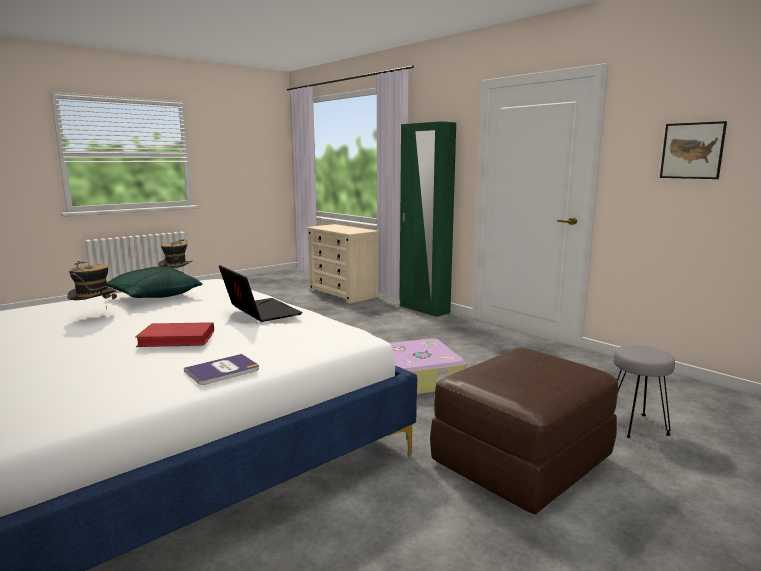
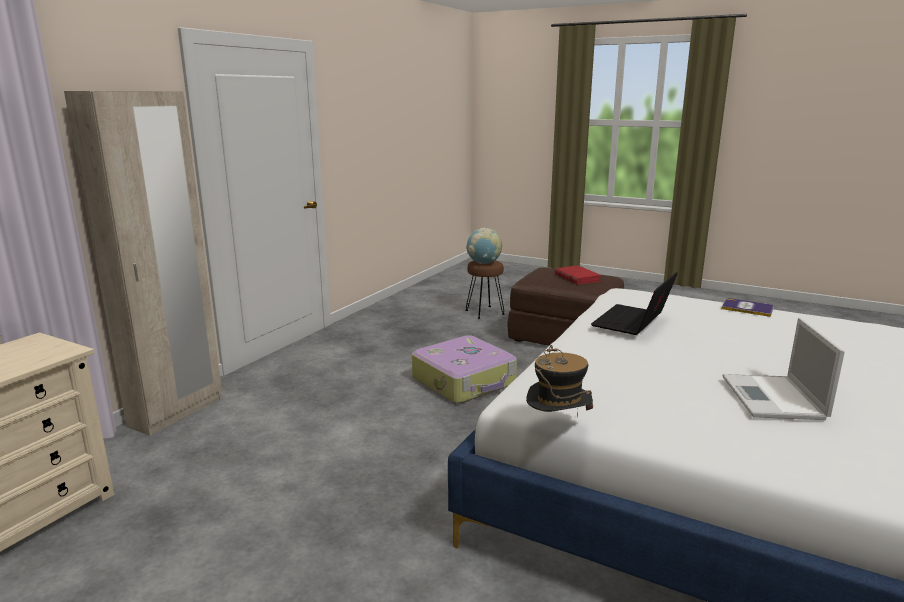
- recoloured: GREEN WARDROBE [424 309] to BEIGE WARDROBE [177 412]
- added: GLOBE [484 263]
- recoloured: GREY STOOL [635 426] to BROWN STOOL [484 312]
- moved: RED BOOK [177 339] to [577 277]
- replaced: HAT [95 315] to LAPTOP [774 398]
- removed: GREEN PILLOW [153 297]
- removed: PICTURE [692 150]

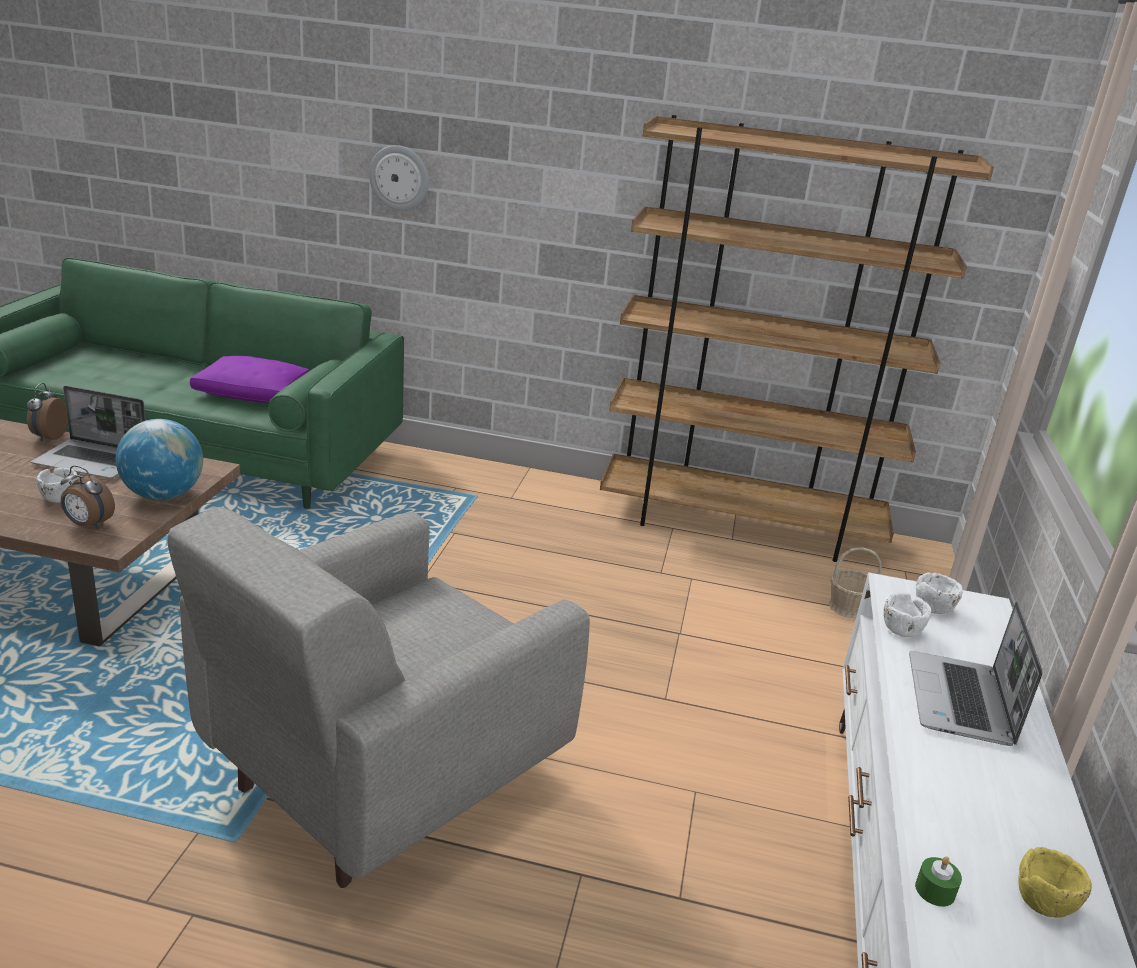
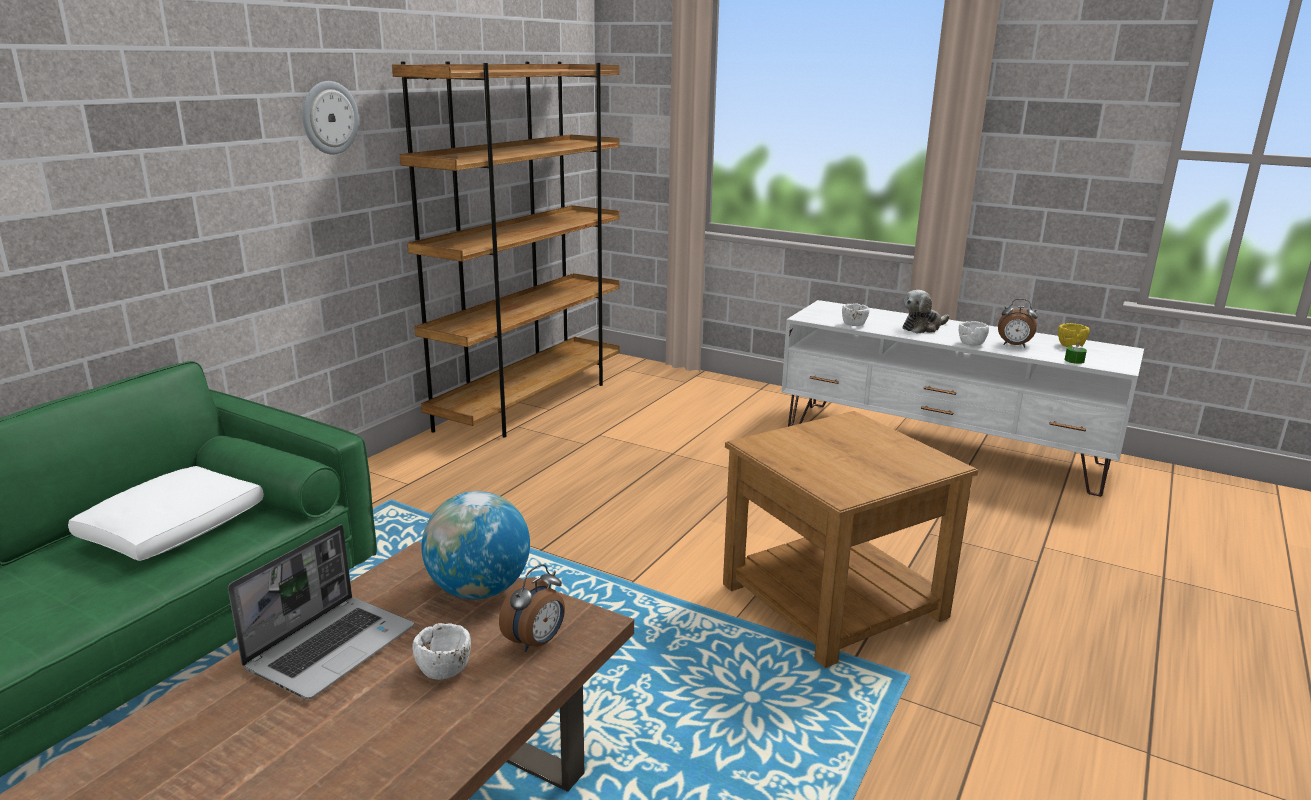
- recoloured: PURPLE PILLOW [253 394] to WHITE PILLOW [175 530]
- moved: WALL CLOCK [399 177] to [329 118]
- replaced: GREY ARMCHAIR [378 778] to BROWN SIDE TABLE [832 600]
- replaced: LAPTOP [961 701] to PLUSH TOY [923 328]
- moved: WHITE BOWL [933 608] to [971 343]
- moved: ALARM CLOCK [48 437] to [1014 345]
- removed: BASKET [847 607]

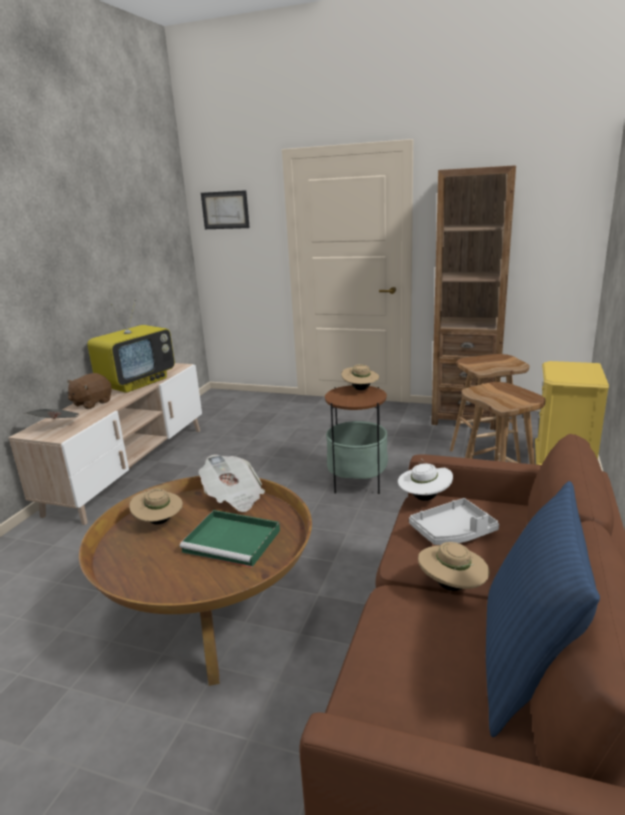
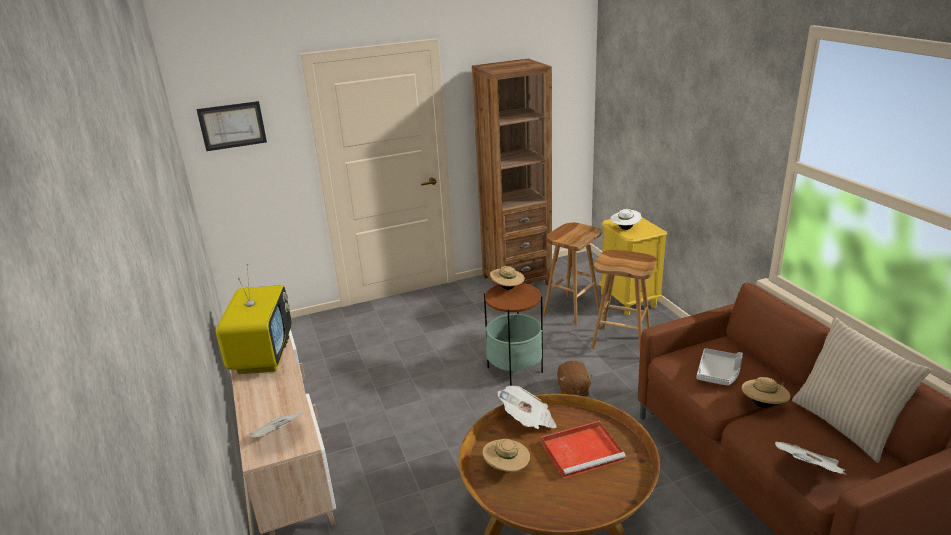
- recoloured: GREEN TRAY [233 541] to RED TRAY [583 451]
- moved: BROWN PLUSH TOY [91 403] to [573 390]
- moved: WHITE HAT [424 498] to [625 228]
- added: NEWSPAPER [809 471]
- recoloured: BLUE PILLOW [526 666] to BEIGE PILLOW [845 425]

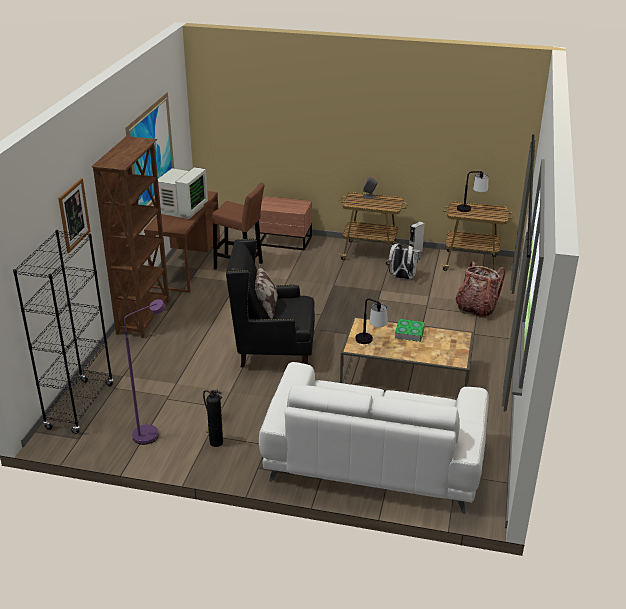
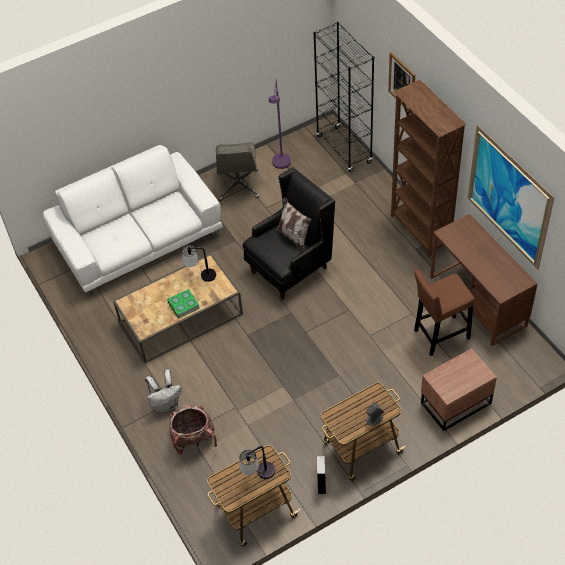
- moved: WHITE BACKPACK [402 277] to [166 404]
- replaced: FIRE EXTINGUISHER [215 442] to GREY OFFICE CHAIR [239 186]
- removed: MONITOR [182 209]

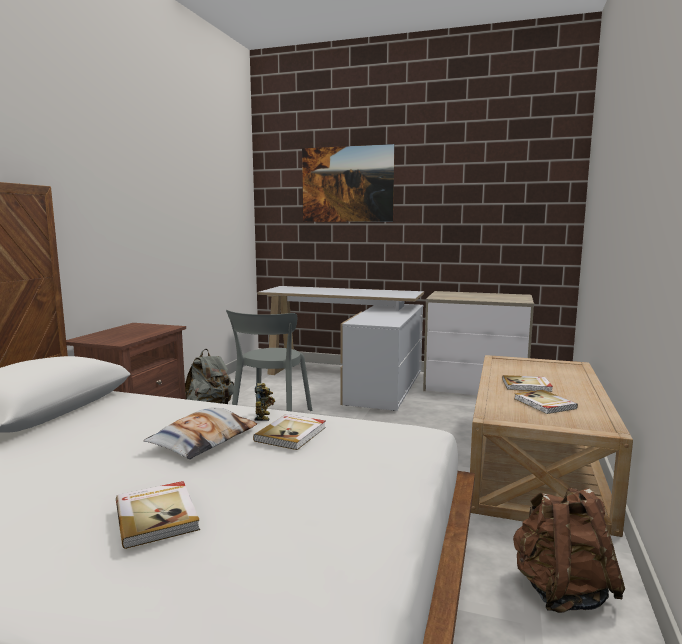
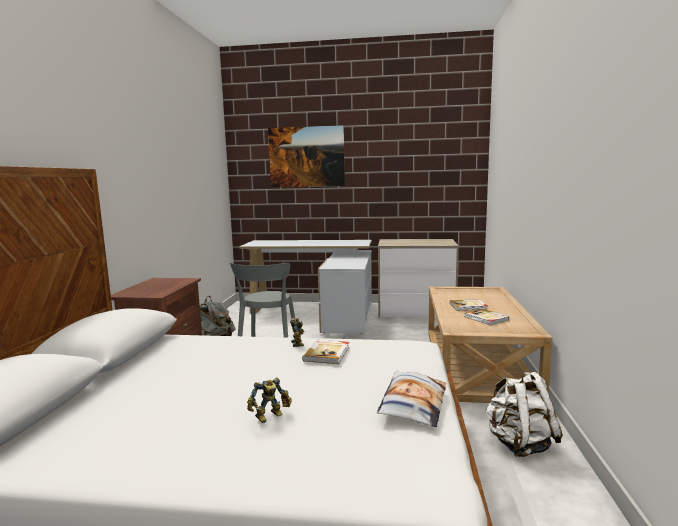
- replaced: BOOK [158 516] to TOY ROBOT [270 416]
- moved: PILLOW [204 440] to [412 404]
- recoloured: BROWN BACKPACK [561 592] to WHITE BACKPACK [519 444]

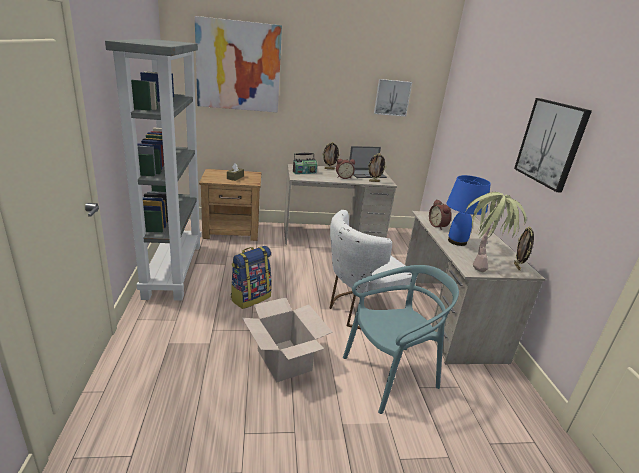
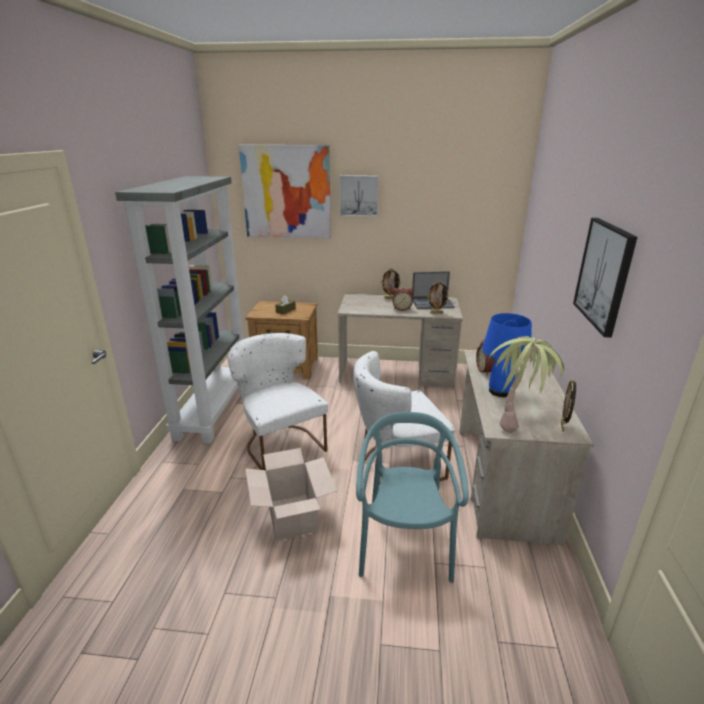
- replaced: BACKPACK [250 298] to WHITE CHAIR [280 444]
- moved: PICTURE [392 97] to [359 195]
- turned: TURQUOISE CHAIR [390 375] = [405 545] 75 degrees counterclockwise
- removed: RADIO [304 172]

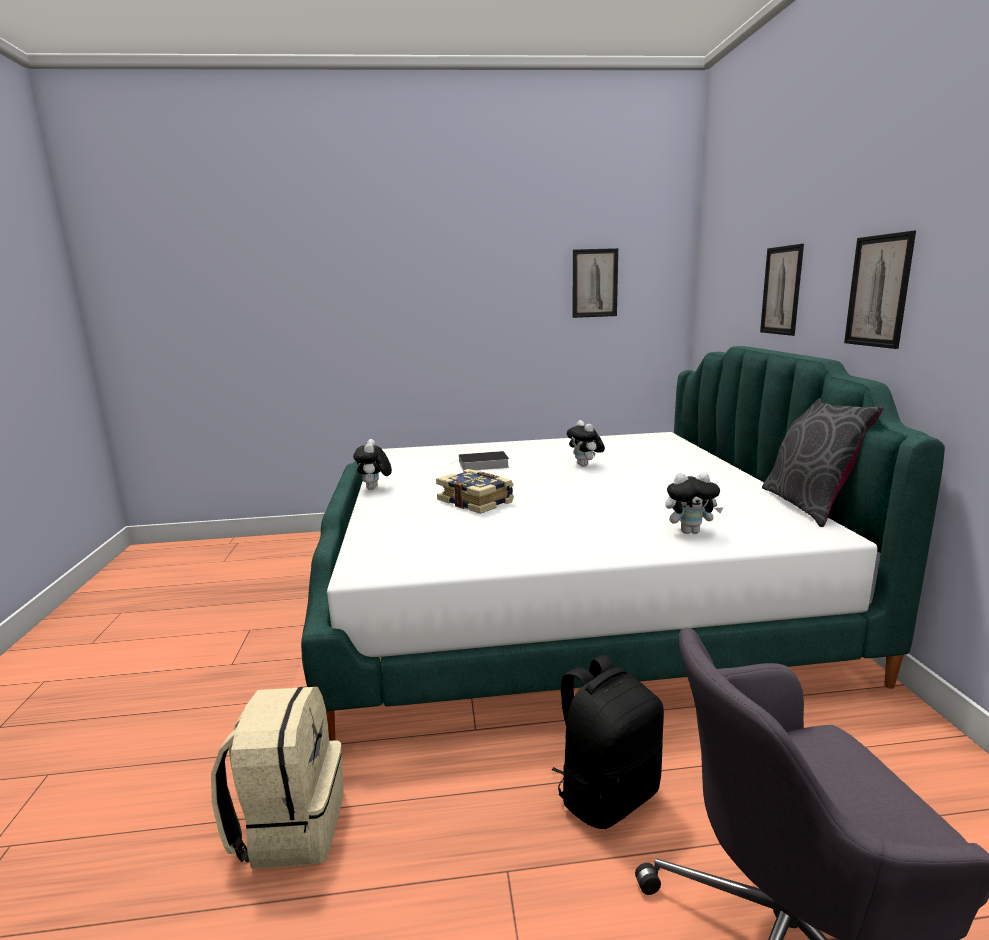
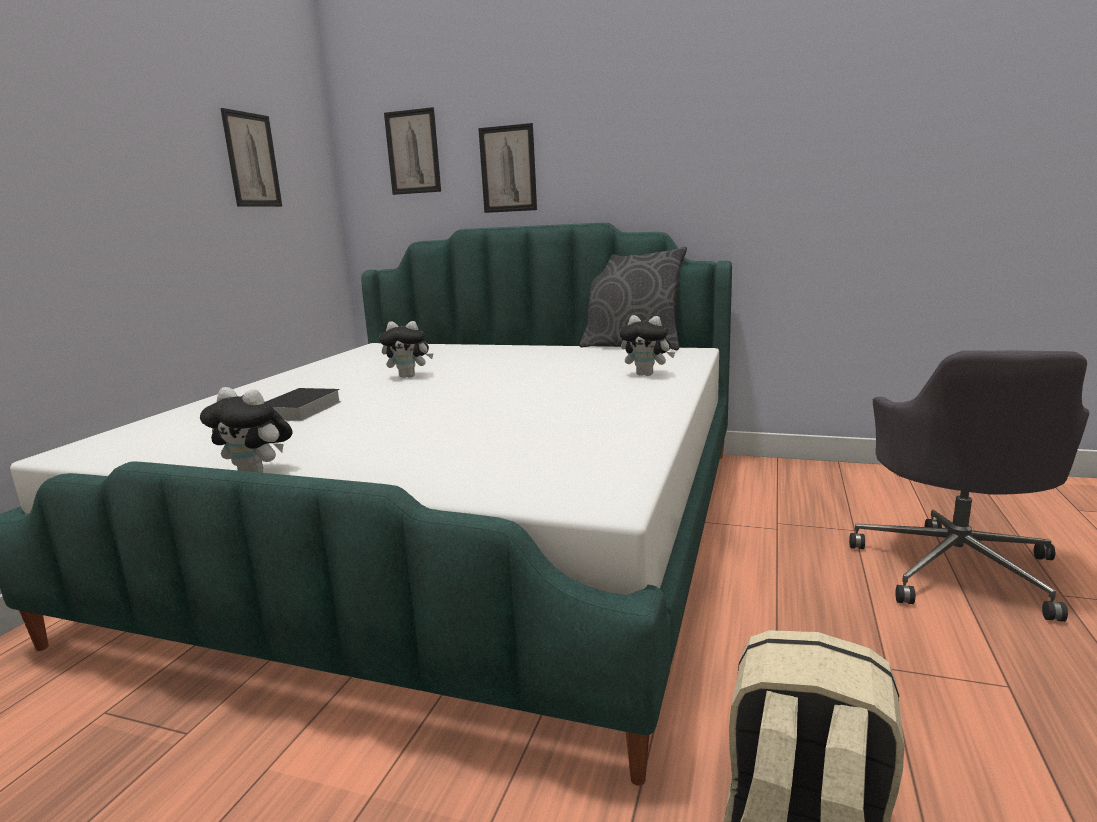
- moved: PICTURE [878 291] to [413 152]
- turned: PLUSH TOY [690 531] = [647 374] 90 degrees clockwise
- removed: BOOK [476 501]
- removed: BLACK BACKPACK [607 794]

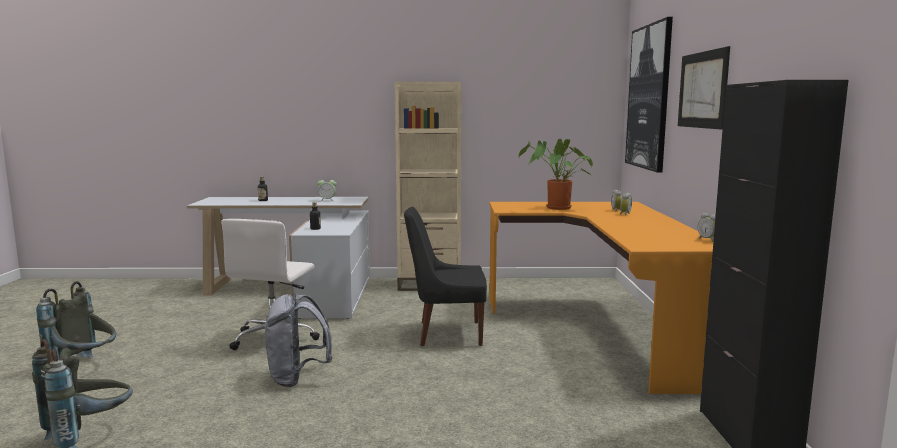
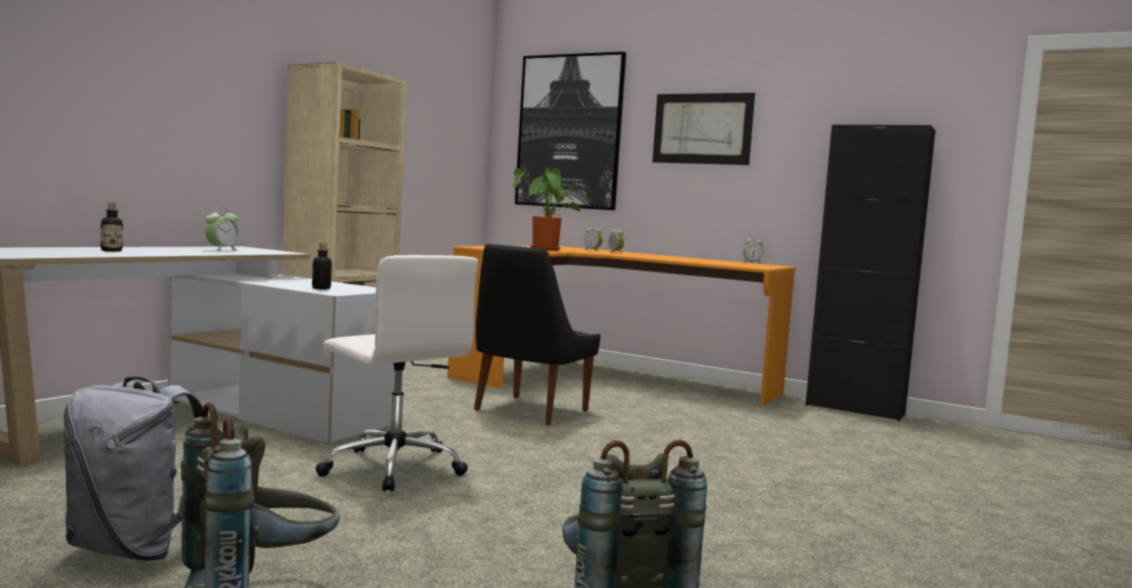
- moved: GREY BACKPACK [297 378] to [135 549]

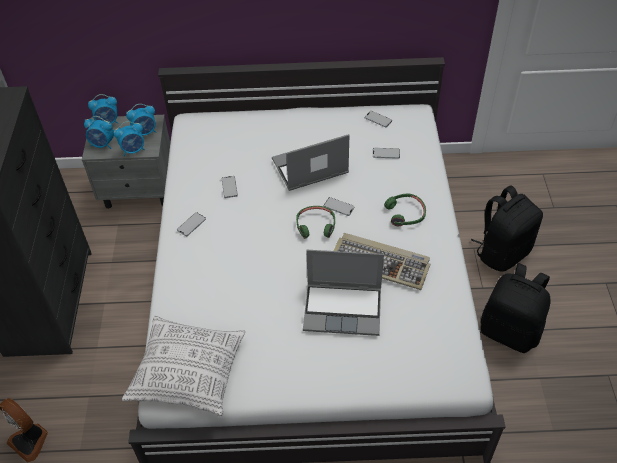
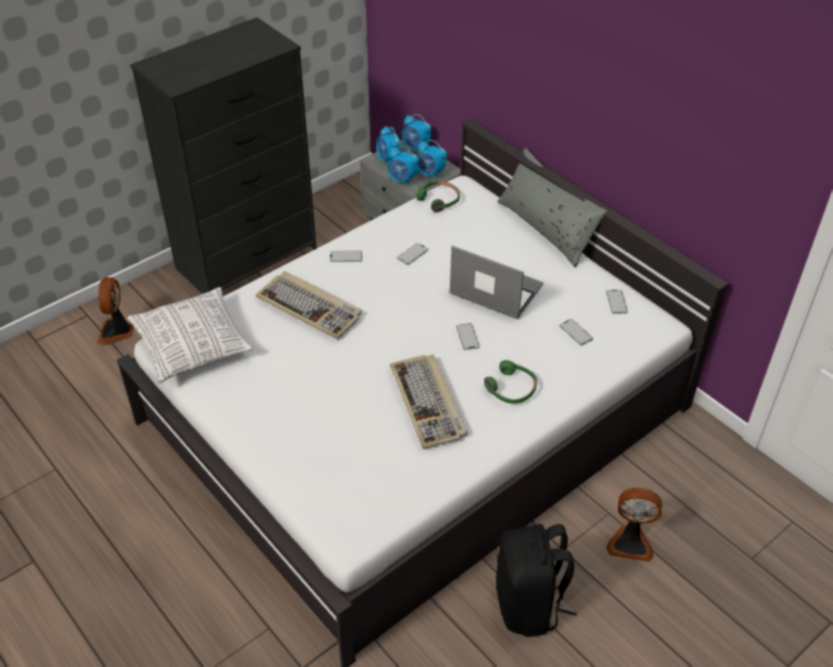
- added: KEYBOARD [310 307]
- moved: GREEN HEADPHONES [315 225] to [439 200]
- added: GREY PILLOW [547 228]
- replaced: BLACK BACKPACK [502 252] to FAN [630 542]
- removed: LAPTOP [343 309]

